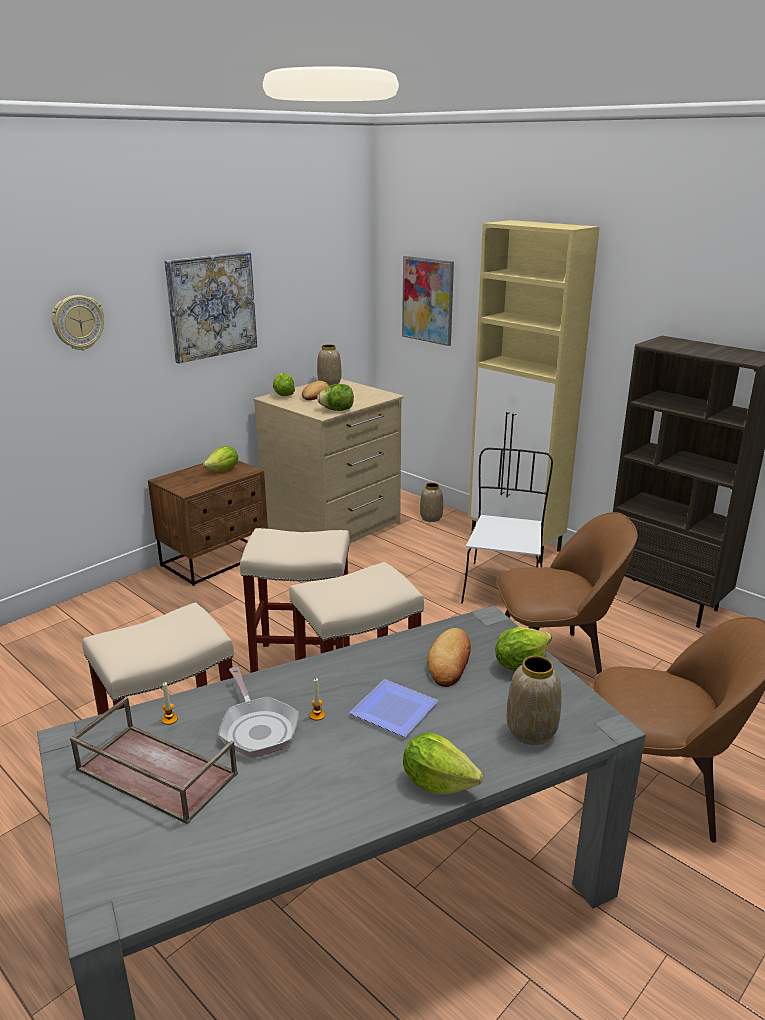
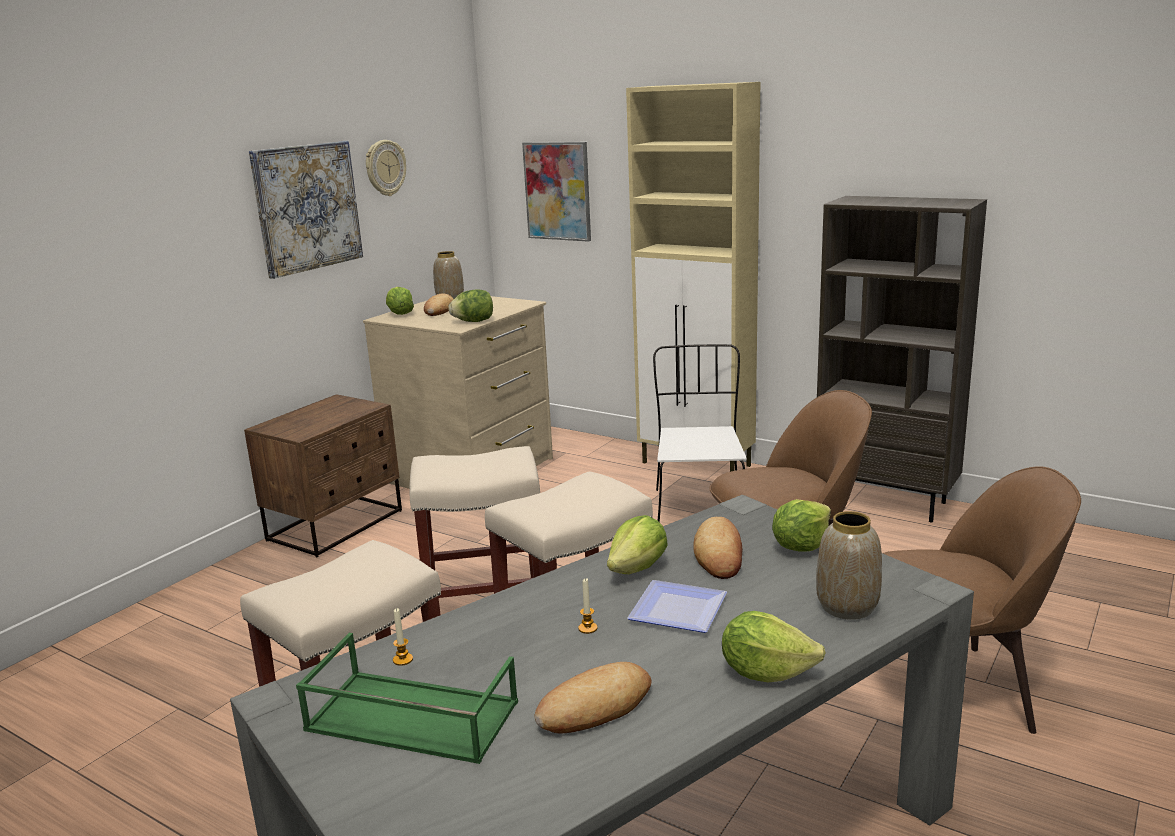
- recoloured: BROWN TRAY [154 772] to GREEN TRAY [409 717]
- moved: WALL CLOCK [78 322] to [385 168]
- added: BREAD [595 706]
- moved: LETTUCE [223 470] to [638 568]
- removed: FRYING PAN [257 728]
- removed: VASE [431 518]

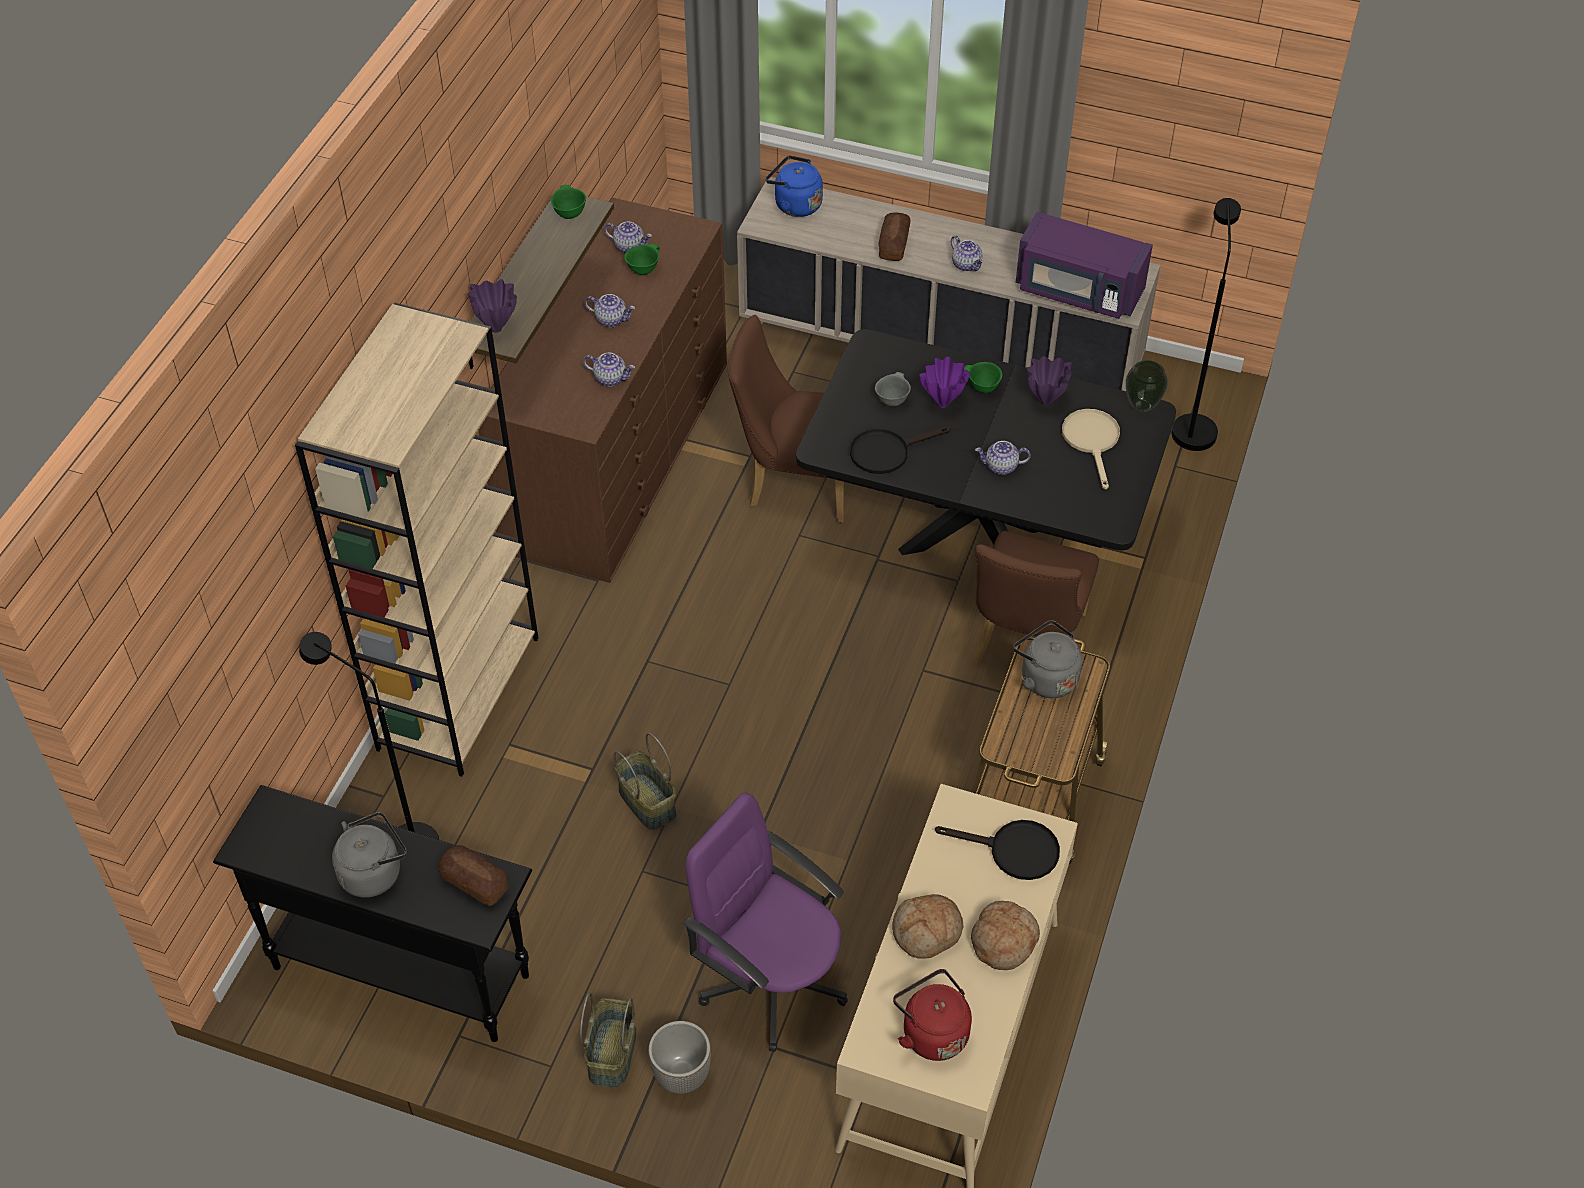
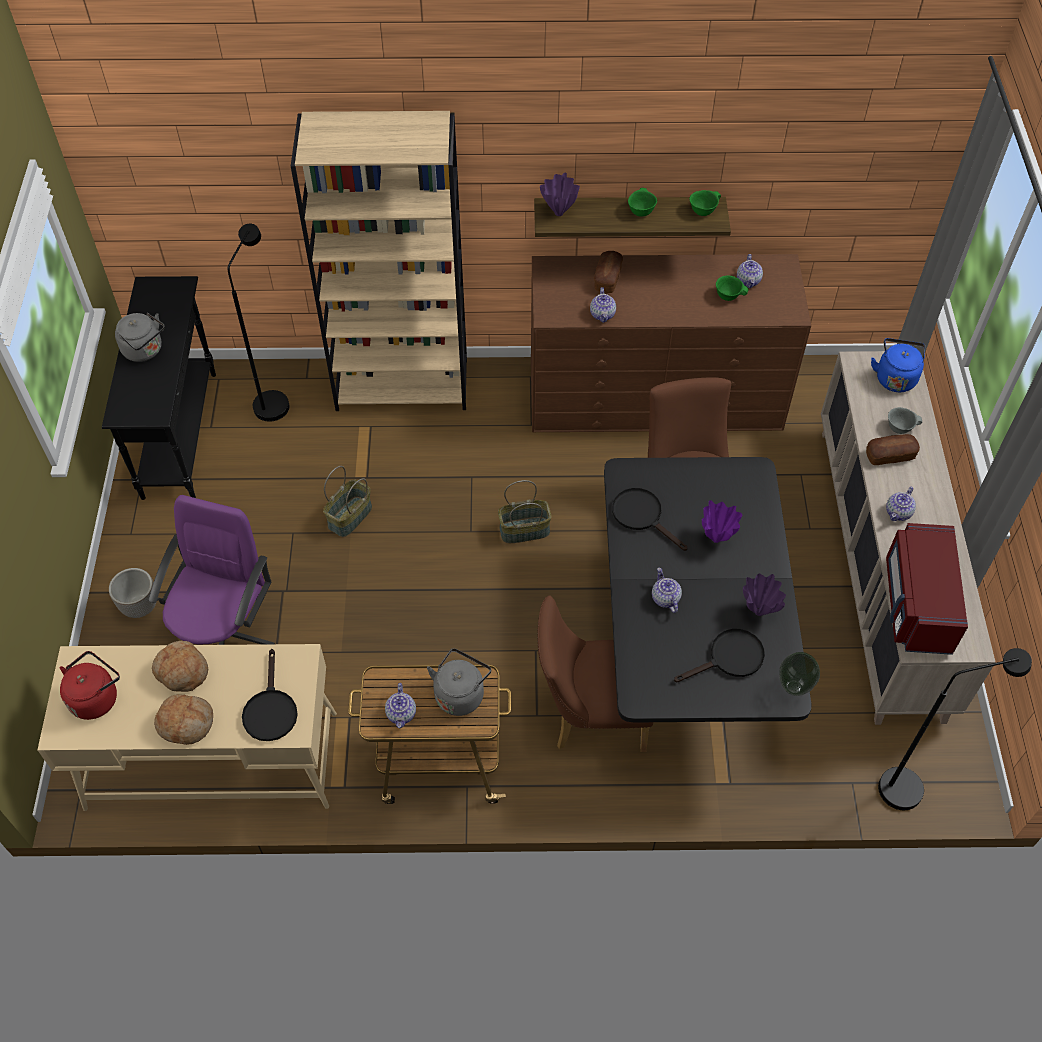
- moved: TEAPOT [611 319] to [401 714]
- moved: BASKET [611 1052] to [524 529]
- moved: BREAD [474 882] to [607 278]
- moved: GREEN BOWL [982 388] to [640 212]
- recoloured: BEIGE FRYING PAN [1092 441] to BLACK FRYING PAN [729 658]
- recoloured: PURPLE MICROWAVE [1078 291] to RED MICROWAVE [916 604]
- moved: GREY BOWL [891 400] to [899 428]

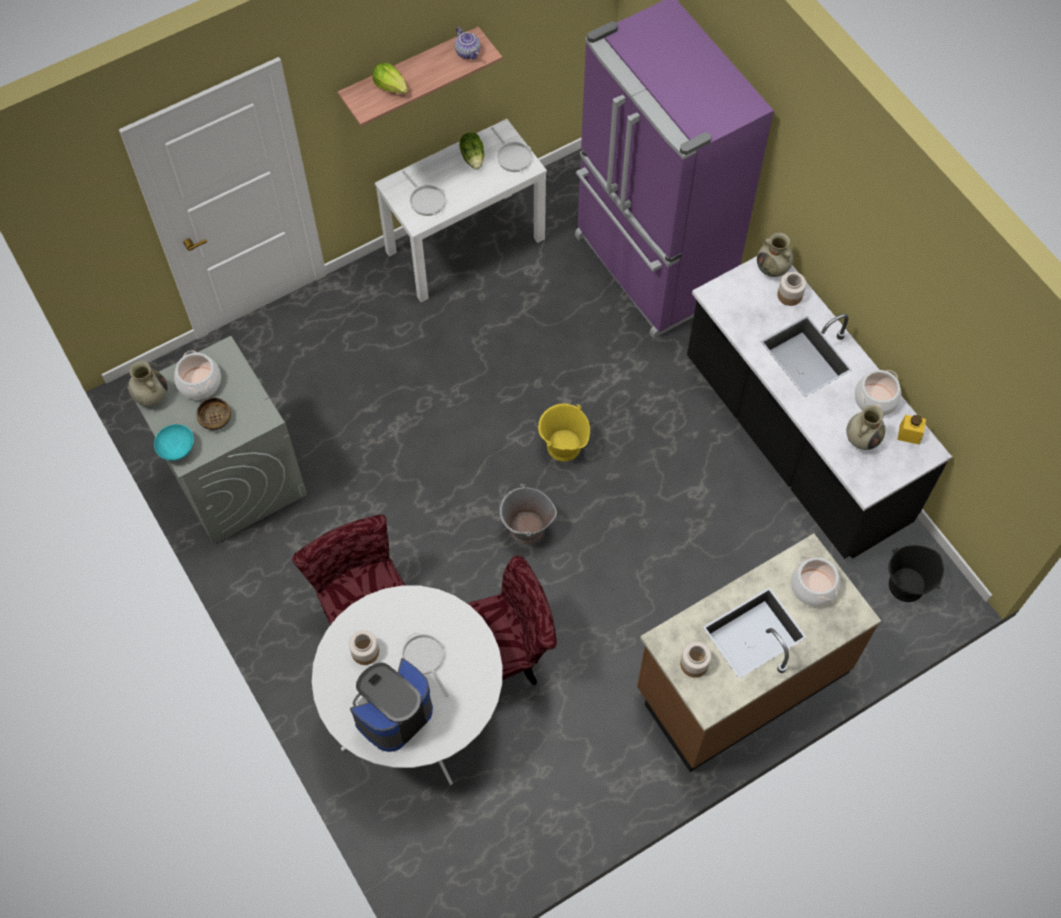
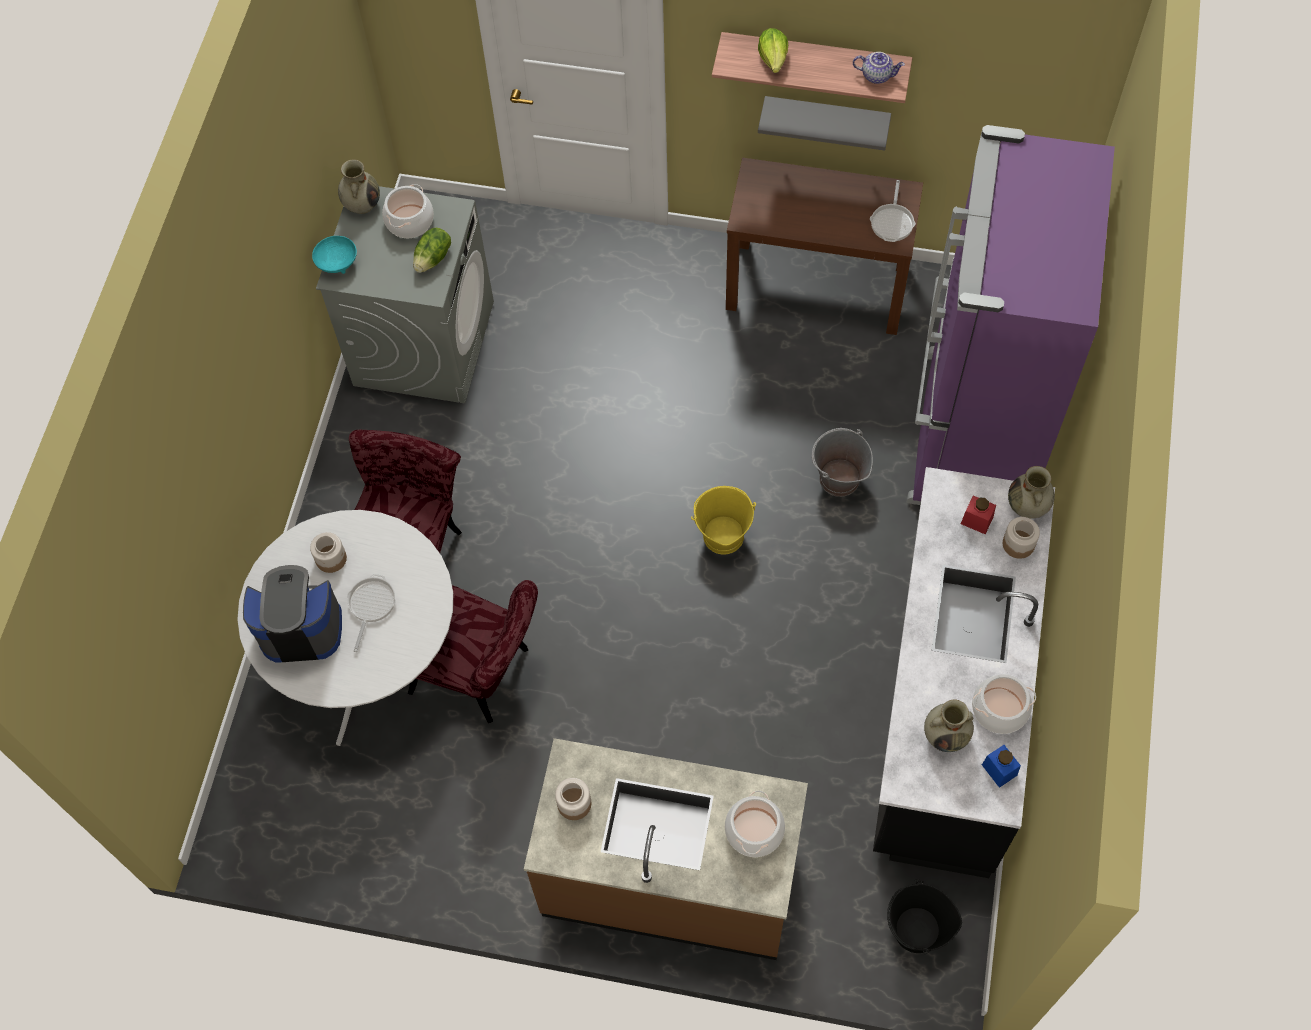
- moved: LETTUCE [473 157] to [433 258]
- recoloured: WHITE CONSOLE TABLE [465 244] to BROWN CONSOLE TABLE [817 287]
- added: GREY SHELF [826 119]
- moved: GREY BUCKET [526 529] to [838 479]
- turned: TEAPOT [468 52] = [877 75] 90 degrees counterclockwise
- added: RED JAR [976 520]
- recoloured: YELLOW JAR [909 434] to BLUE JAR [999 770]
- removed: BOWL [215 418]
- removed: FRYING PAN [426 200]

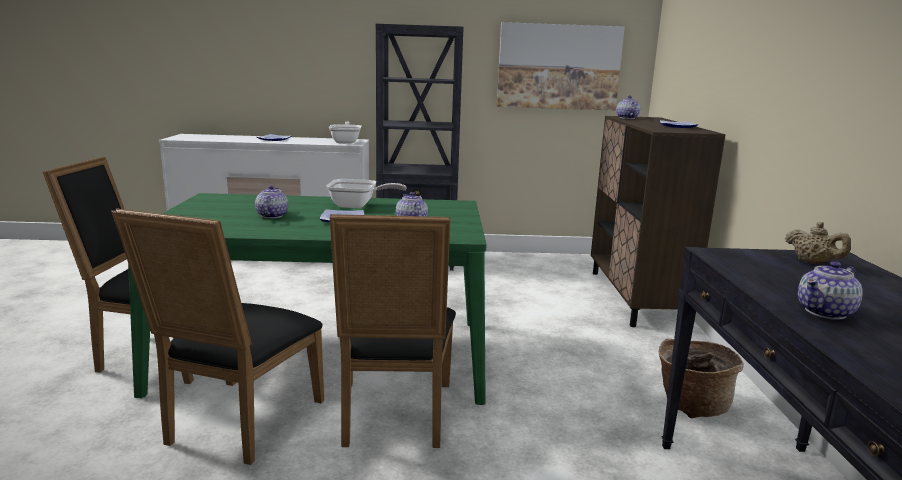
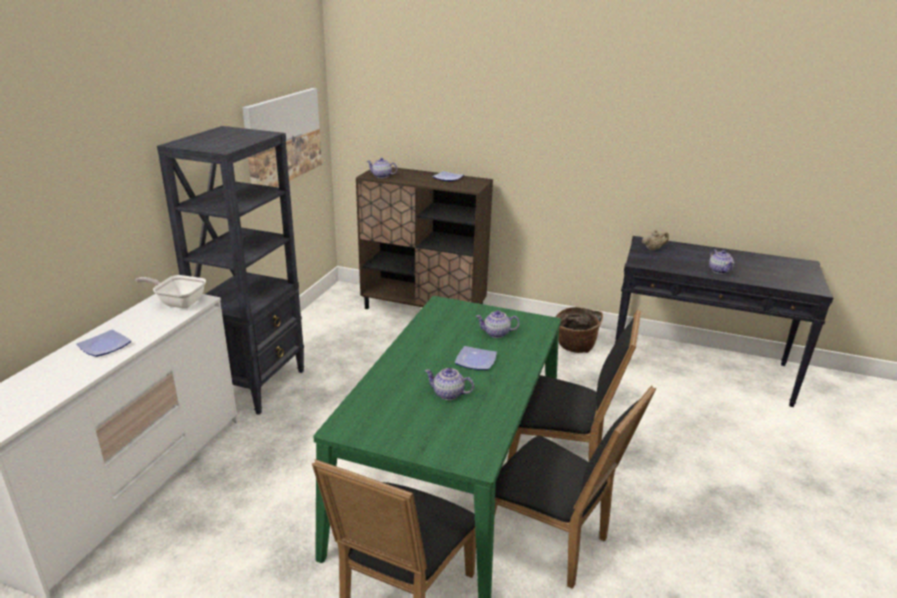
- removed: FRYING PAN [358 206]

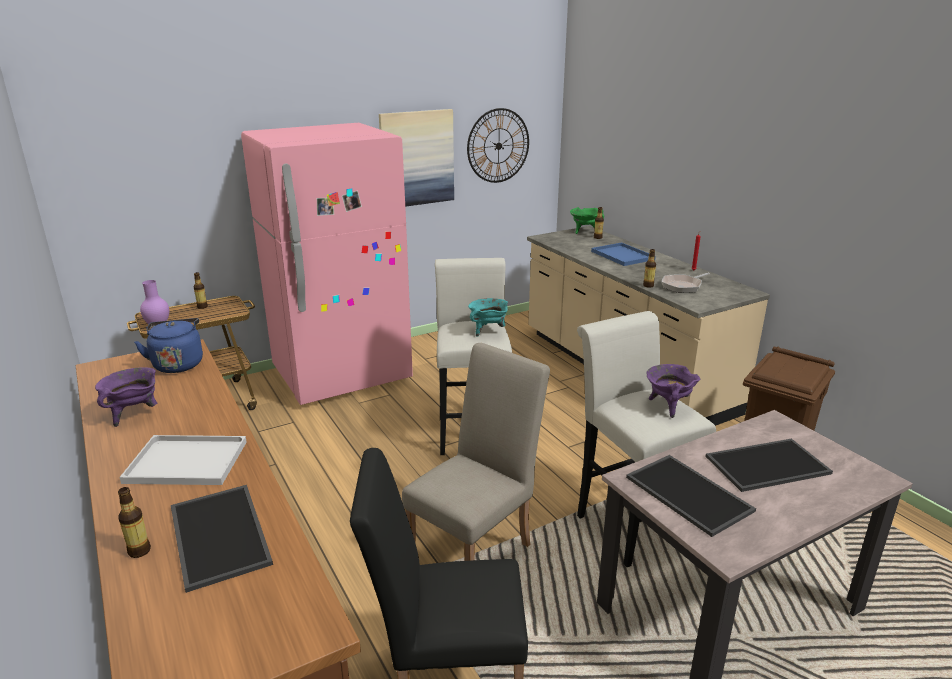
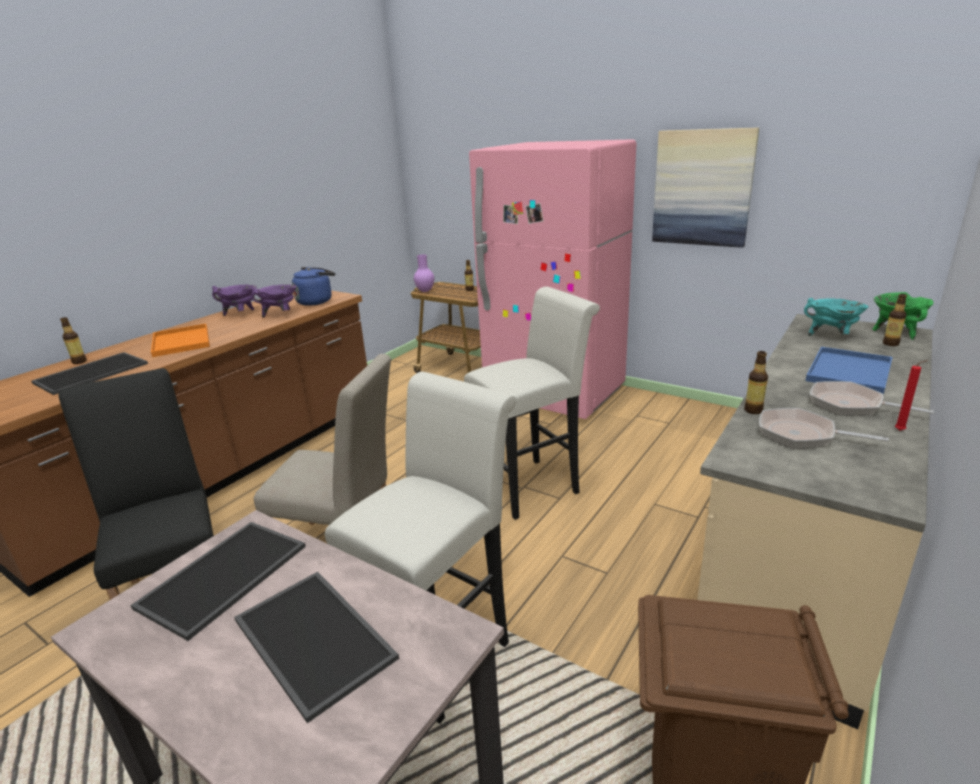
- recoloured: WHITE TRAY [184 462] to ORANGE TRAY [180 341]
- moved: PURPLE COOKING POT [668 406] to [280 314]
- moved: TURQUOISE COOKING POT [488 331] to [831 336]
- added: FRYING PAN [851 405]
- removed: WALL CLOCK [498 146]

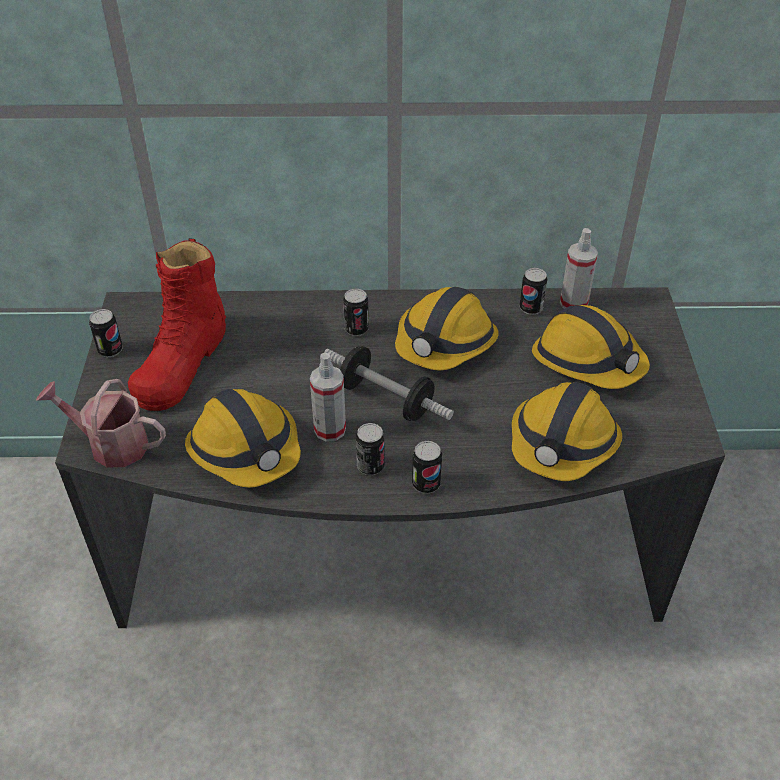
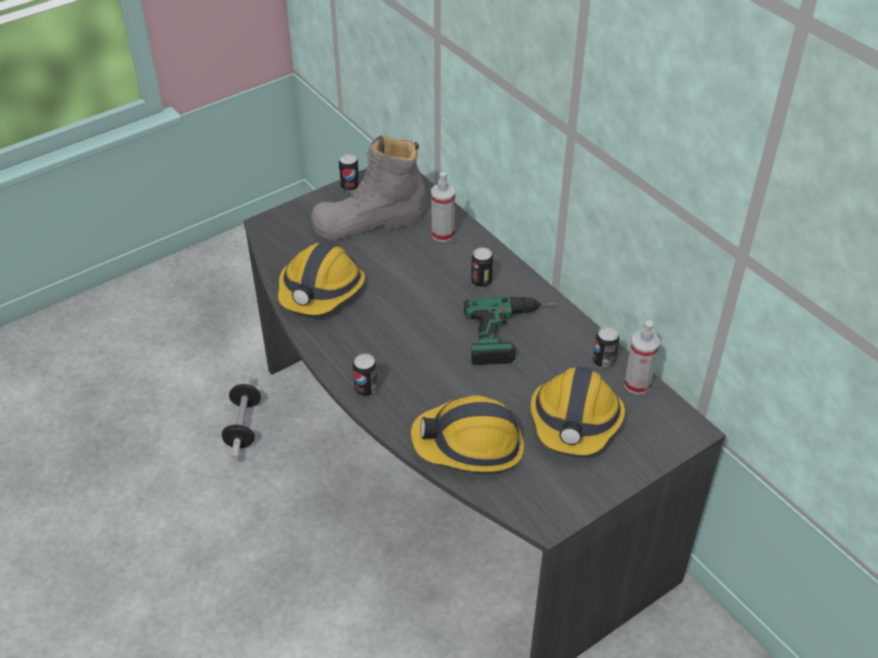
- moved: DUMBBELL [386 399] to [243 426]
- recoloured: RED BOOT [182 362] to GREY BOOT [369 221]
- moved: SPRAY BOTTLE [330 429] to [442 234]
- replaced: HARD HAT [445 343] to POWER DRILL [513 333]
- removed: WATERING CAN [111 444]
- removed: CAN [370 466]

